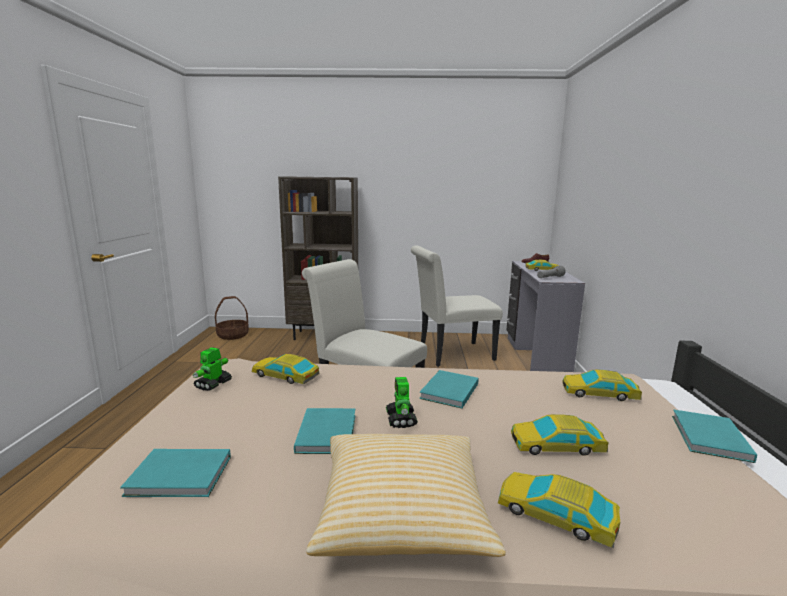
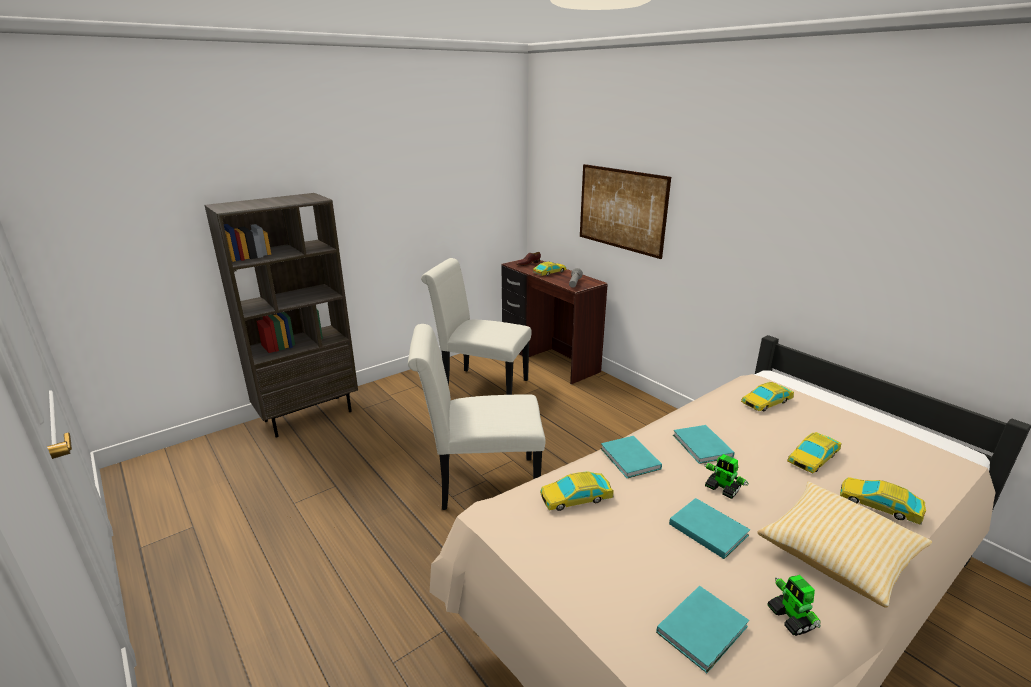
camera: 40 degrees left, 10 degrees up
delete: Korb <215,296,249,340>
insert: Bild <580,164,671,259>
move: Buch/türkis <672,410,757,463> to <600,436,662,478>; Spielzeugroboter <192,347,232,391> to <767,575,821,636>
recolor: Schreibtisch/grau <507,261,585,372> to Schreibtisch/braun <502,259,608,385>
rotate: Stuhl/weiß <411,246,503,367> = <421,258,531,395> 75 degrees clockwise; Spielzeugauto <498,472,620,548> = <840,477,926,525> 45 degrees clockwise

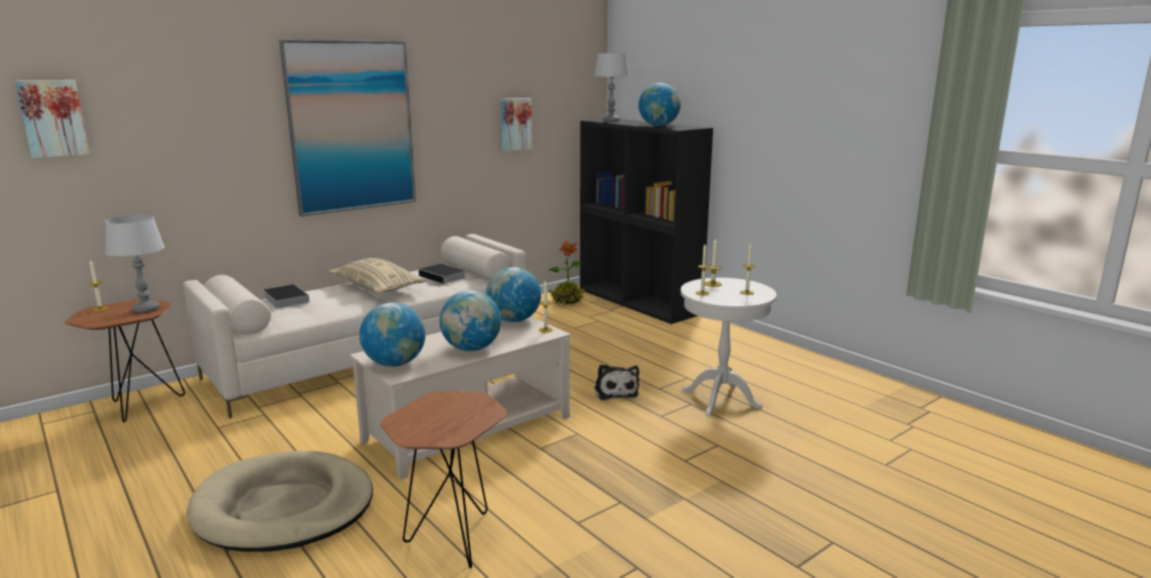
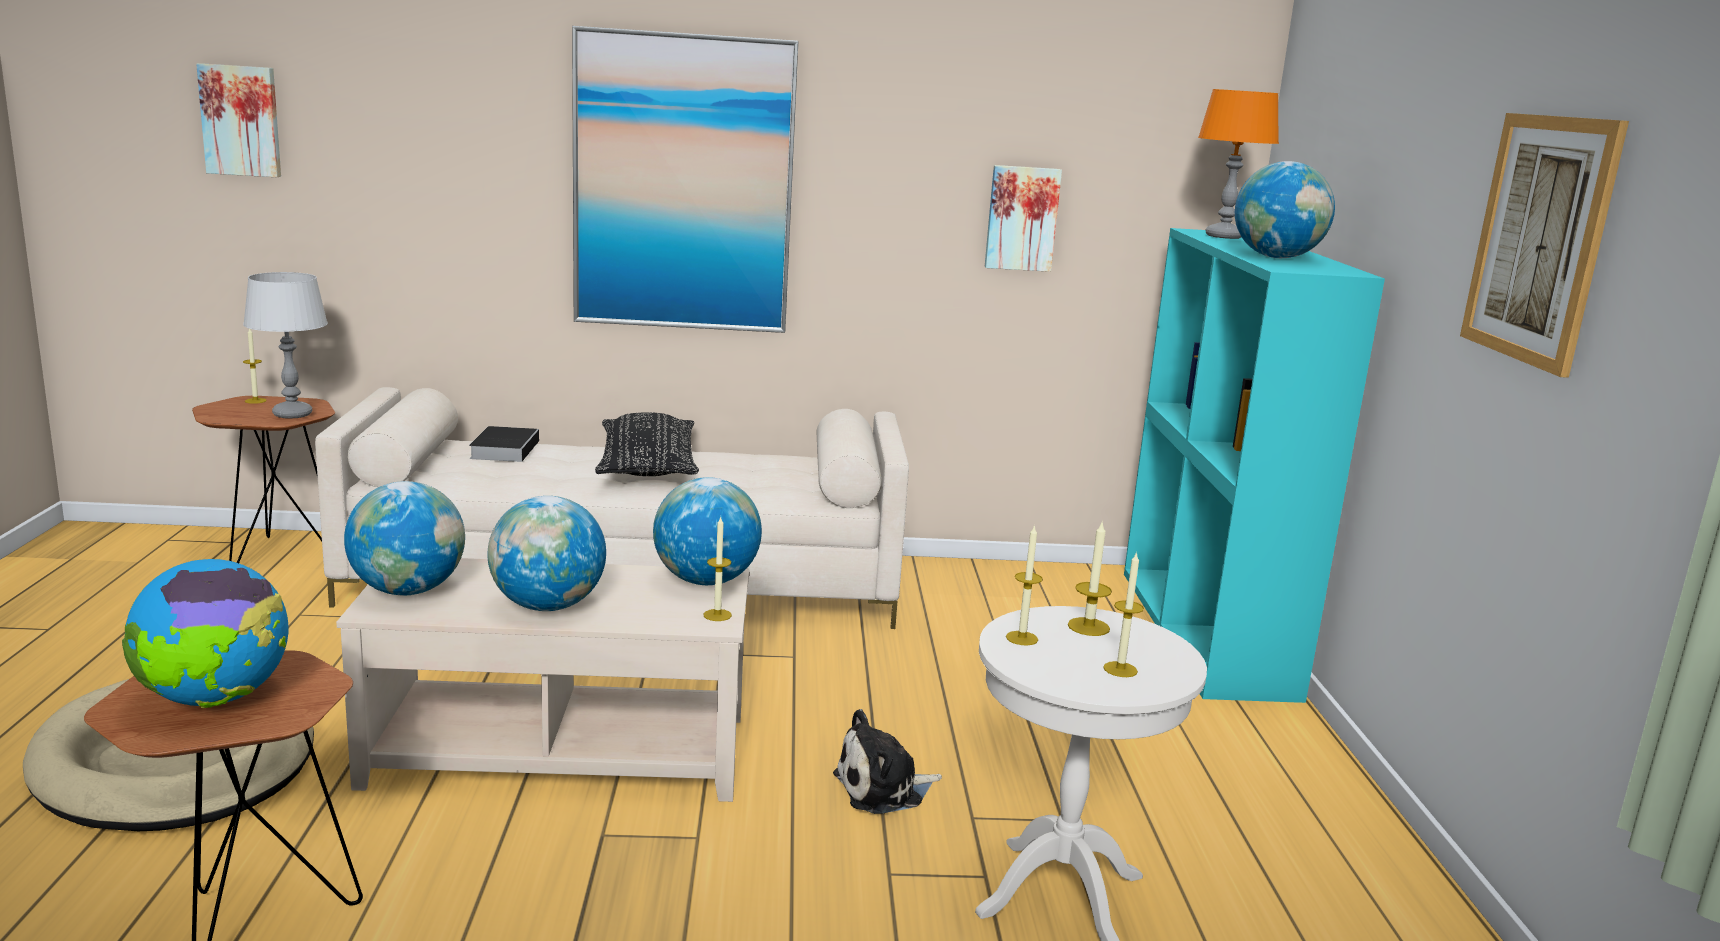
camera: 35 degrees right, 0 degrees up
delete: Buch <419,264,466,285>; Topfpflanze <549,240,585,306>
insert: Globus <122,559,288,708>; Bild <1460,113,1629,378>
recolor: Kissen/beige <328,258,427,294> to Kissen/schwarz <595,413,699,476>; Bücherregal/schwarz <580,119,713,324> to Bücherregal/türkis <1124,228,1385,703>; Tischlampe/grau <594,53,630,122> to Tischlampe/orange <1198,89,1279,239>
rotate: Plüschtier <595,364,639,400> = <833,709,942,814> 45 degrees clockwise

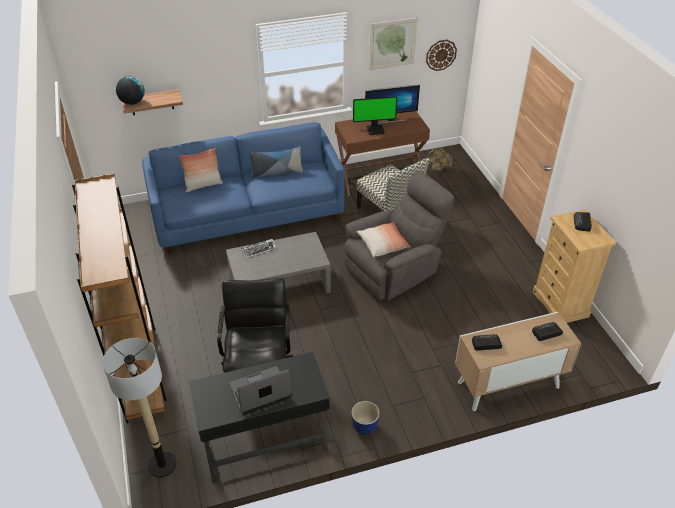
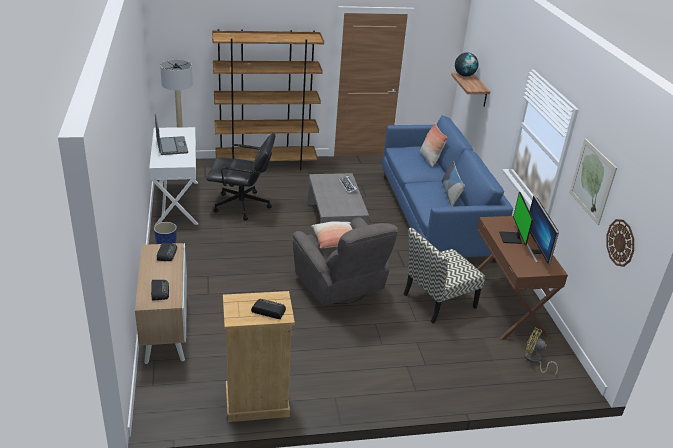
camera: 95 degrees right, 10 degrees down
recolor: Schreibtisch/schwarz <189,352,330,483> to Schreibtisch/weiß <149,127,198,225>

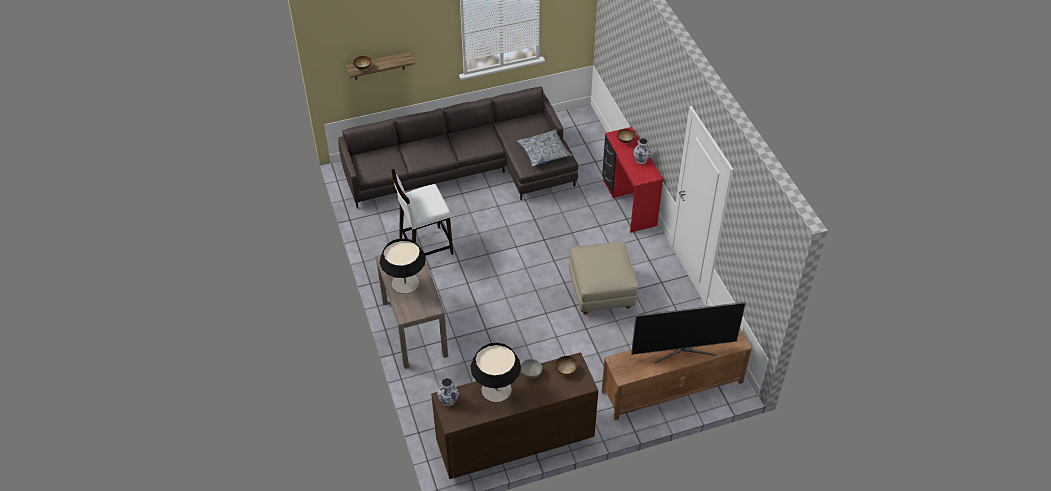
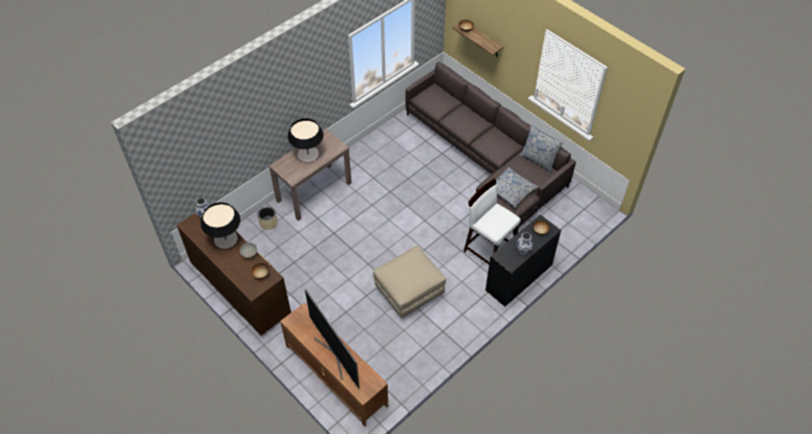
camera: 65 degrees right, 5 degrees up
insert: Pflanzkübel/beige <257,206,278,230>; Kissen <520,125,564,173>
move: Hocker/weiß <391,169,453,256> to <463,179,521,264>
recolor: Schreibtisch/rot <602,127,663,233> to Schreibtisch/schwarz <485,215,561,307>

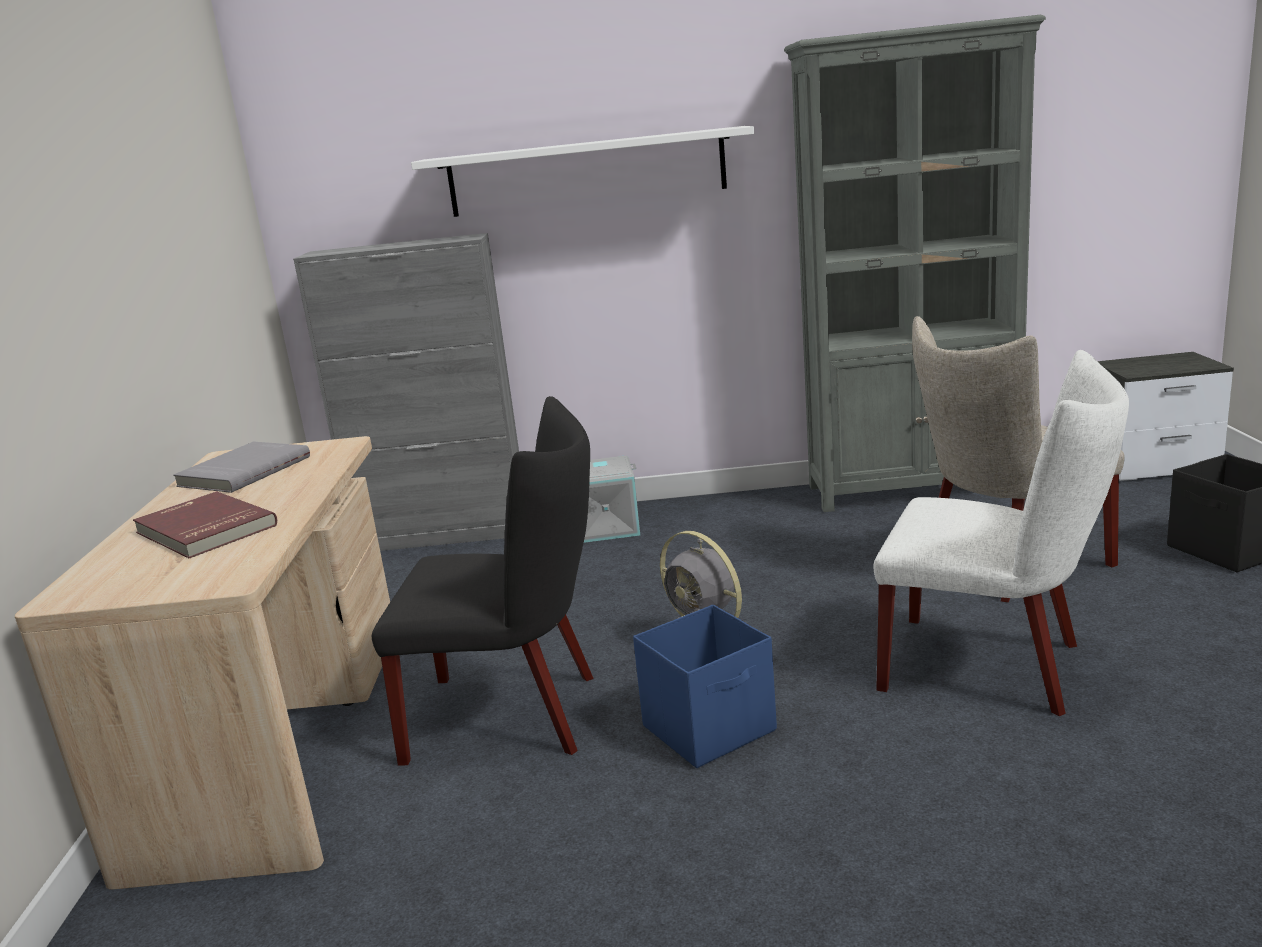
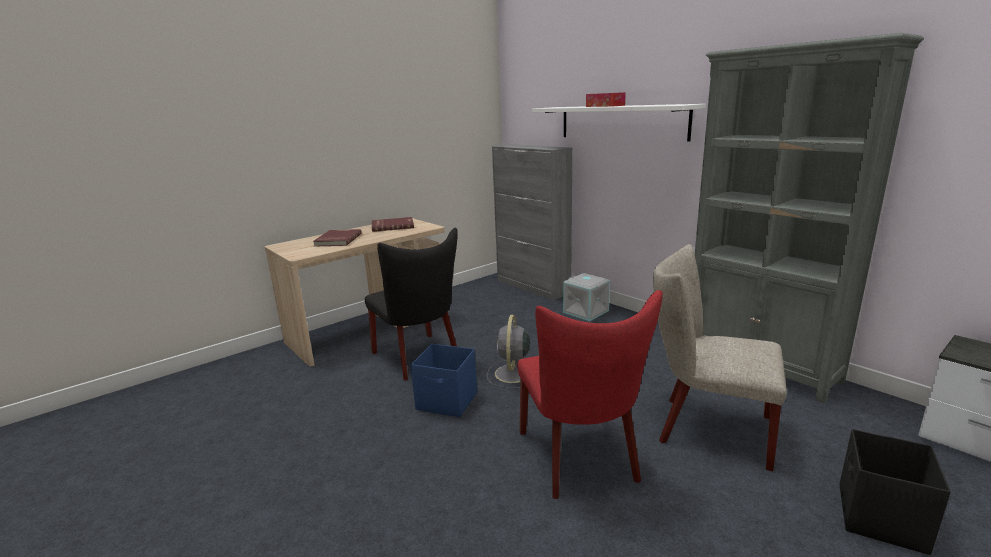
camera: 50 degrees right, 0 degrees up
insert: Taschentuchbox <586,92,626,107>
recolor: Buch/grau <173,442,310,493> to Buch/rot <372,217,414,232>; Stuhl/weiß <874,350,1129,716> to Stuhl/rot <517,290,663,499>

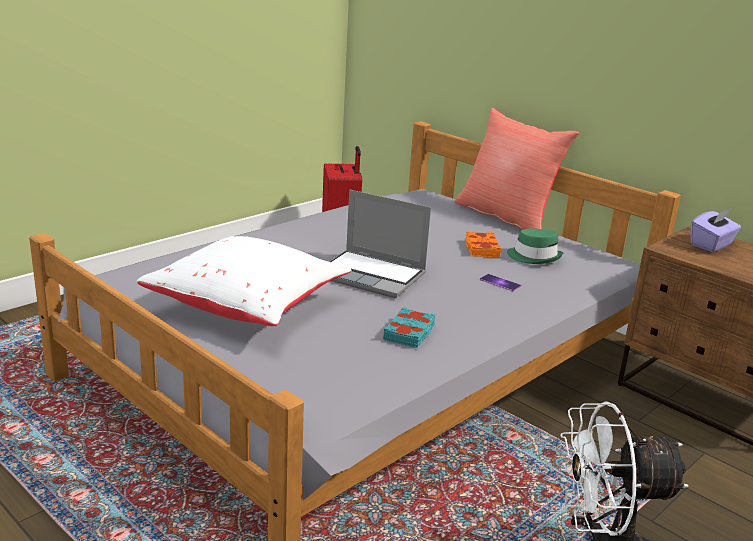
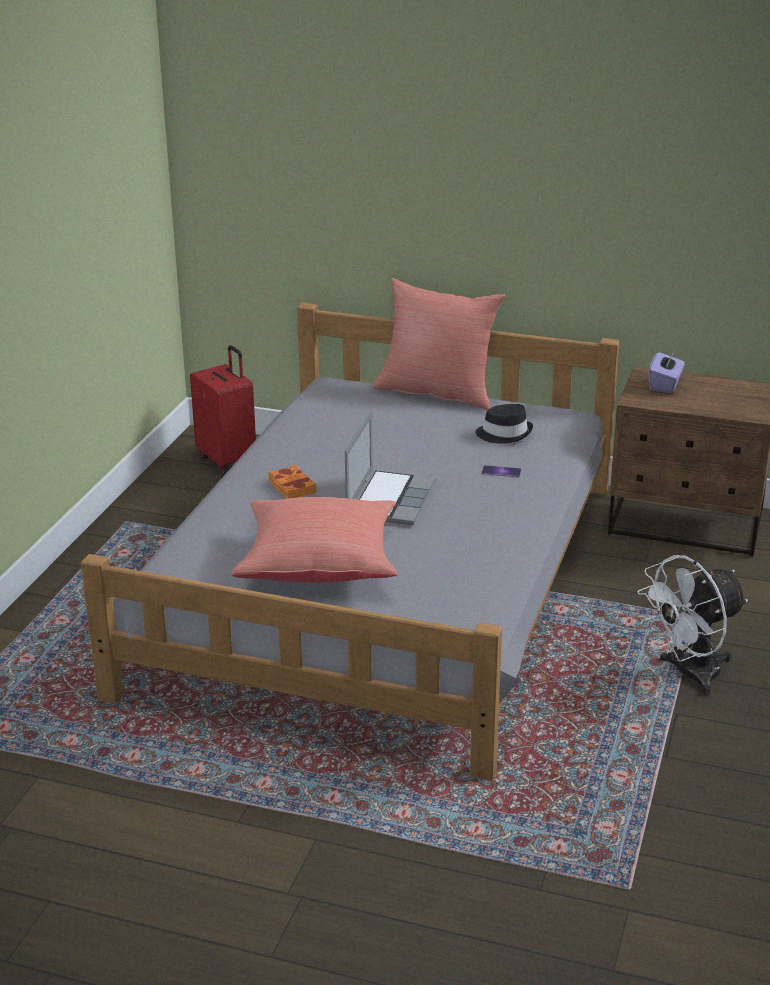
camera: 25 degrees left, 5 degrees up
delete: Buch/türkis <383,307,436,348>
move: Buch/orange <465,231,501,257> to <268,465,317,498>
recolor: Kissen/weiß <137,236,352,326> to Kissen/rot <231,497,398,582>; Hut/grün <507,228,563,264> to Hut/schwarz <475,404,533,443>
rotate: Laptop <329,190,431,298> = <345,411,436,525> 75 degrees counterclockwise

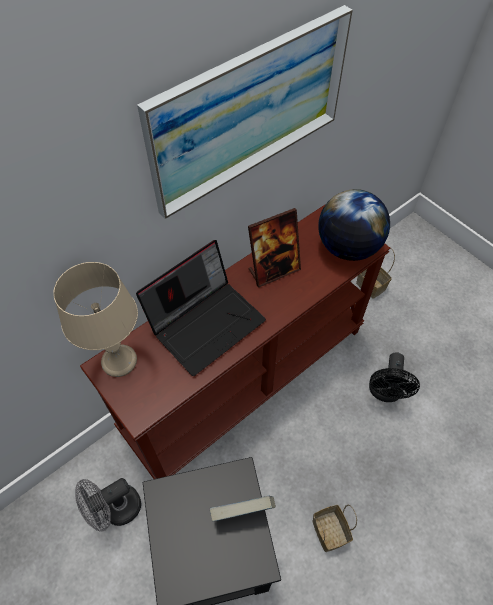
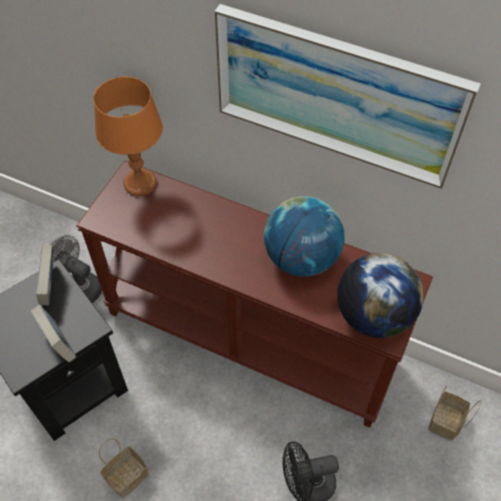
camera: 65 degrees right, 0 degrees up
delete: Laptop <136,240,266,376>
insert: Buch <36,245,54,306>
replace: Bilderrahmen <248,208,301,288> to Globus <264,196,345,277>
recolor: Tischlampe/beige <53,262,138,377> to Tischlampe/orange <94,77,163,196>

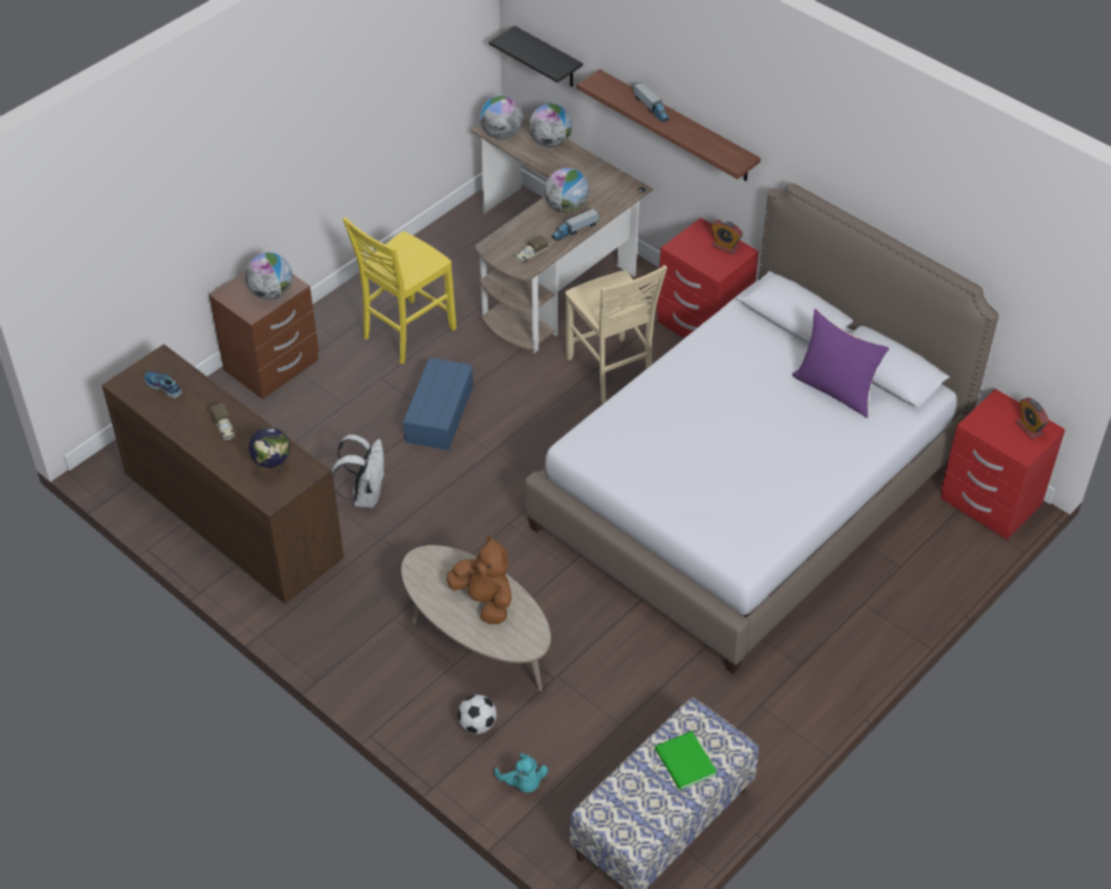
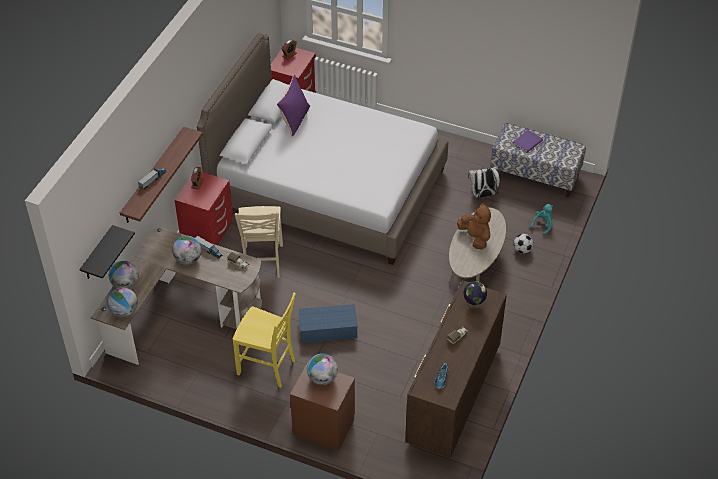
camera: 110 degrees left, 0 degrees up
move: Rucksack/weiß <332,434,384,508> to <468,167,500,199>
recolor: Buch/grün <655,731,717,790> to Buch/lila <513,130,543,152>
rotate: Stuhl/beige <565,265,667,404> = <235,206,283,278> 135 degrees clockwise; Plüschtier/braun <446,536,512,624> = <457,202,491,250> 120 degrees clockwise

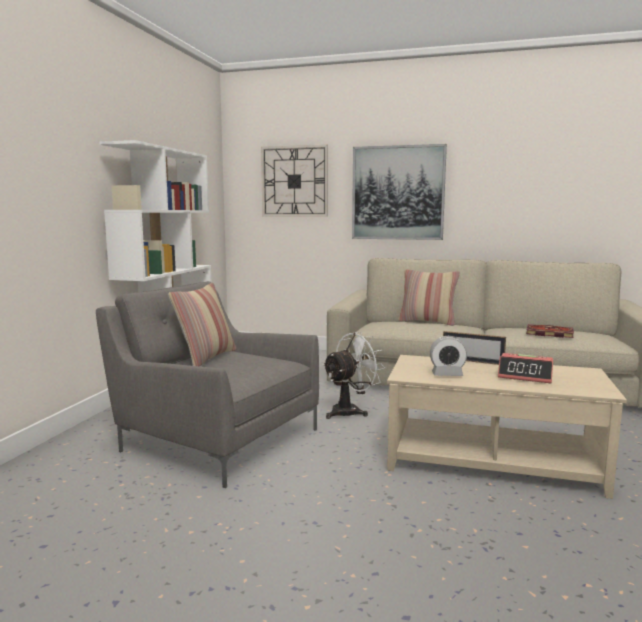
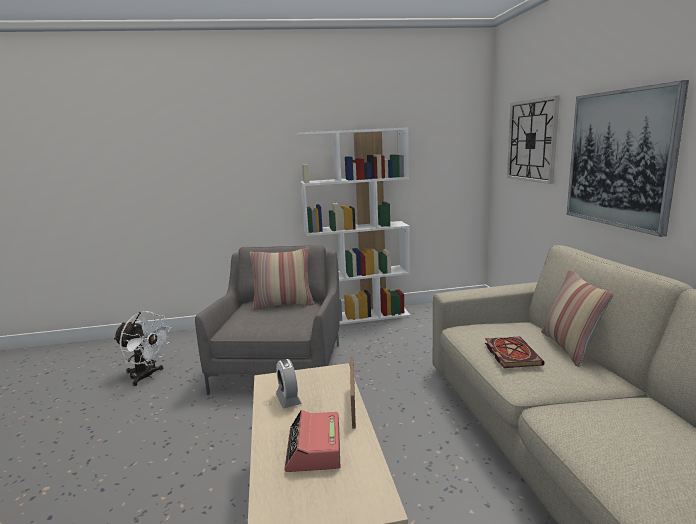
camera: 65 degrees right, 5 degrees up
move: Ventilator/weiß <323,332,385,419> to <113,311,171,386>; Buch <526,324,574,338> to <485,337,545,368>

